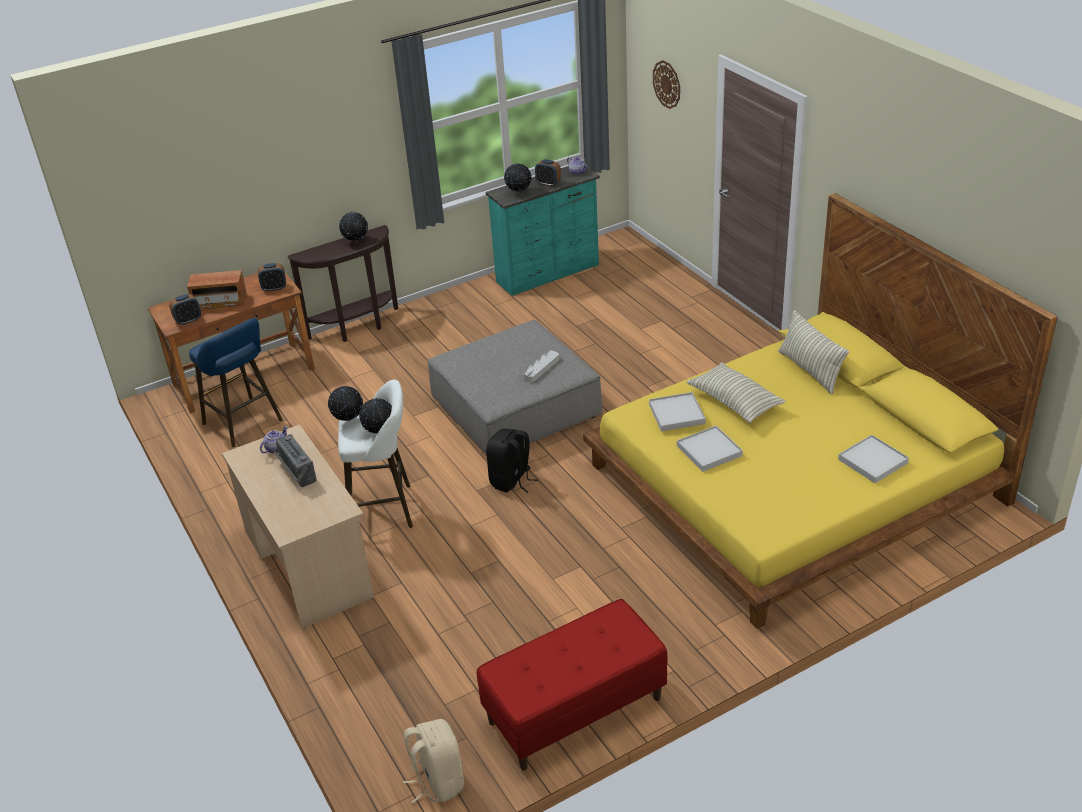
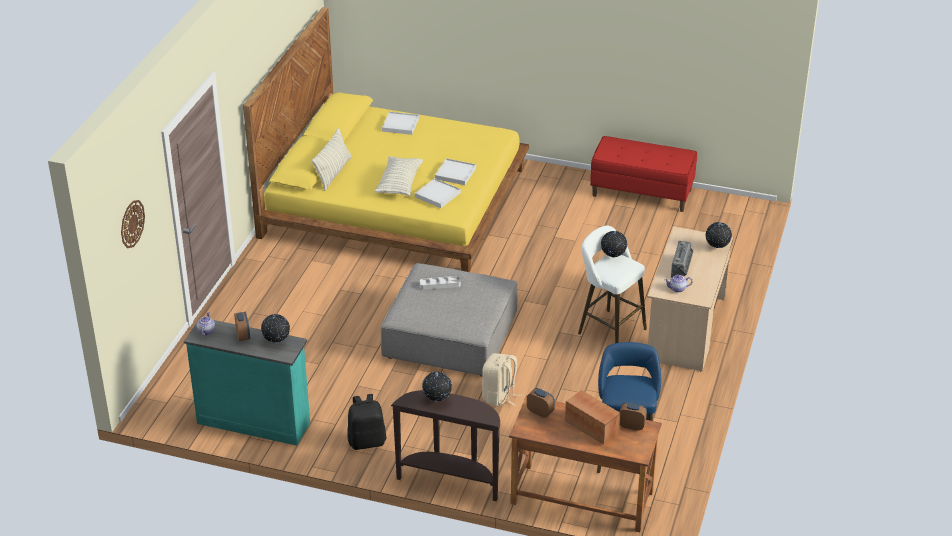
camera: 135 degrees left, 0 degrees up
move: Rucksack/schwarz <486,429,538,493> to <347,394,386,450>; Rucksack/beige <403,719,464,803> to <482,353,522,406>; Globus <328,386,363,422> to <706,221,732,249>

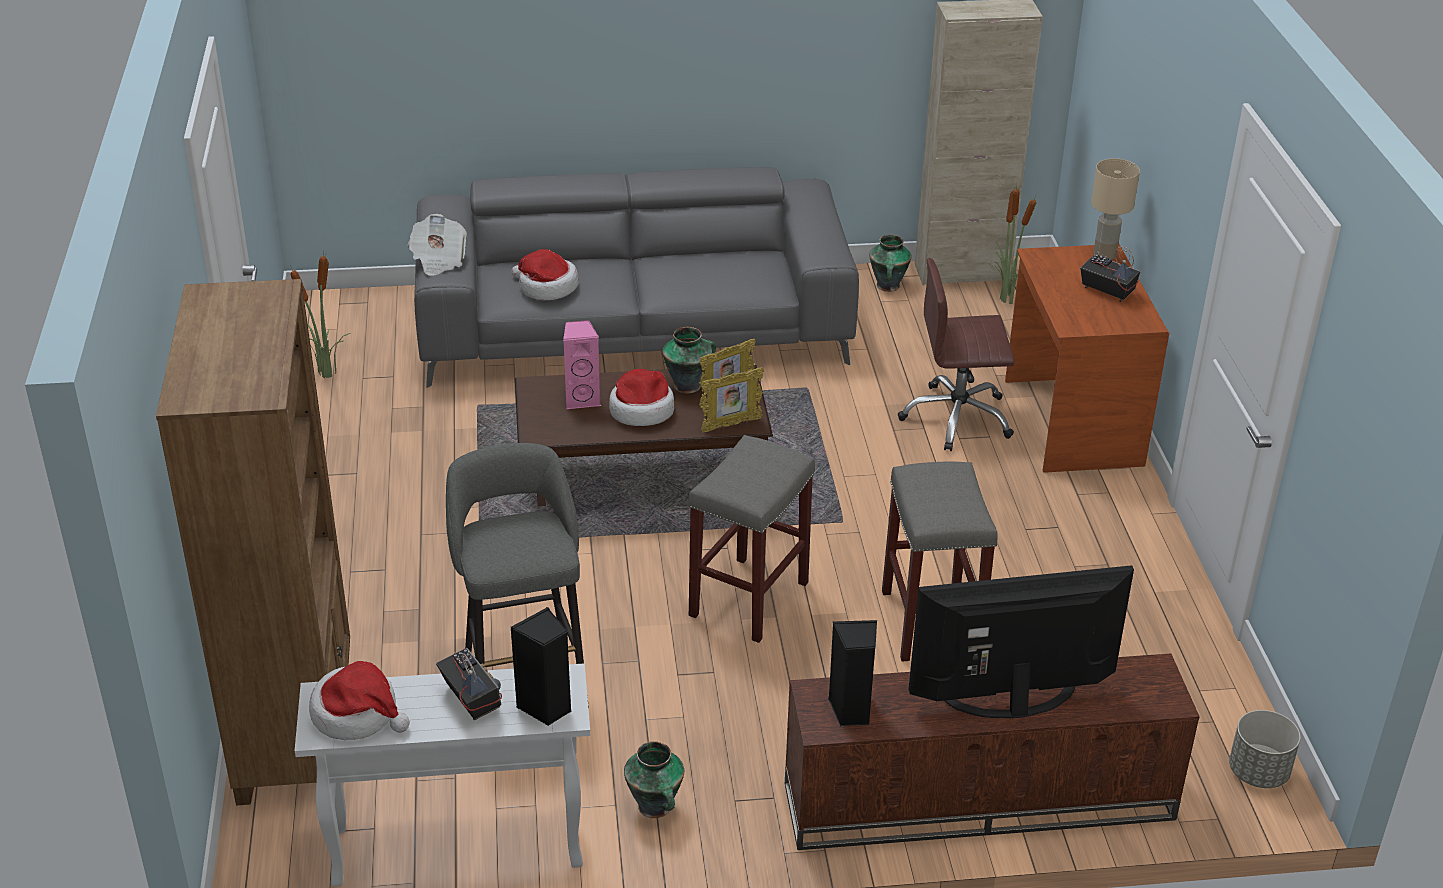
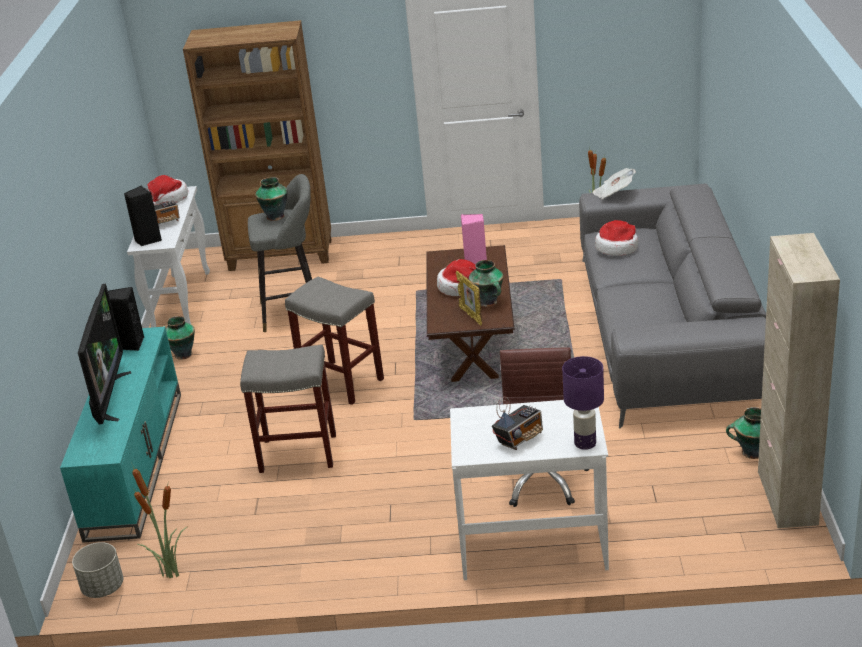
camera: 100 degrees right, 5 degrees down
delete: Bilderrahmen <701,367,764,432>
insert: Vase <255,177,288,221>
move: Topfpflanze <988,184,1036,304> to <132,464,187,578>
recolor: Fernsehschrank/braun <785,653,1200,850> to Fernsehschrank/türkis <60,326,181,542>; Schreibtisch/braun <1005,244,1169,473> to Schreibtisch/weiß <450,400,609,580>; Tischlampe/beige <1091,159,1140,260> to Tischlampe/lila <562,356,604,450>

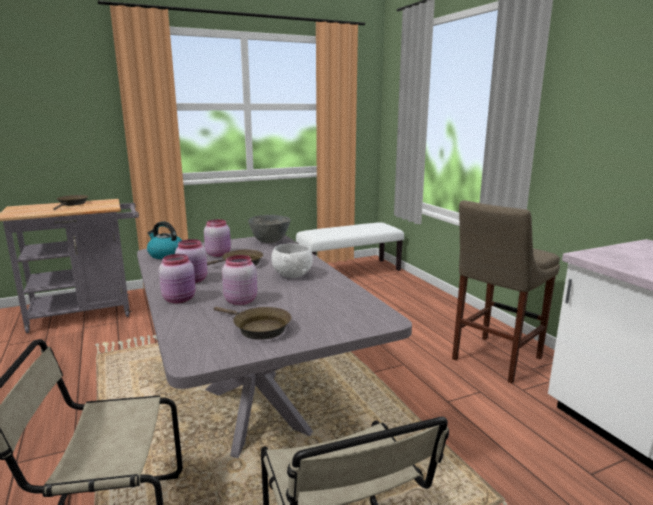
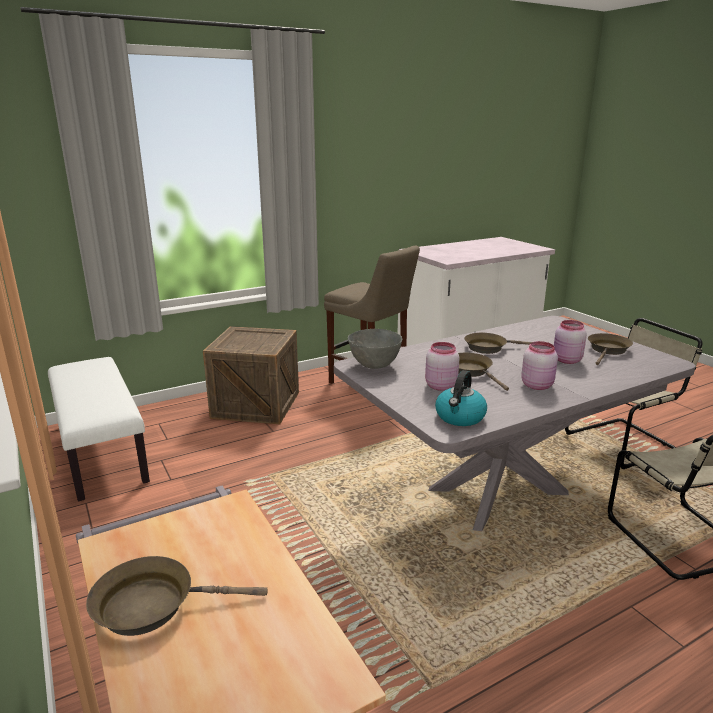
camera: 95 degrees left, 5 degrees up
delete: Vorratsglas/rosa <159,254,196,303>
insert: Kiste <203,326,299,424>
replace: Schüssel/weiß <271,244,313,278> to Pfanne/braun <464,333,532,354>

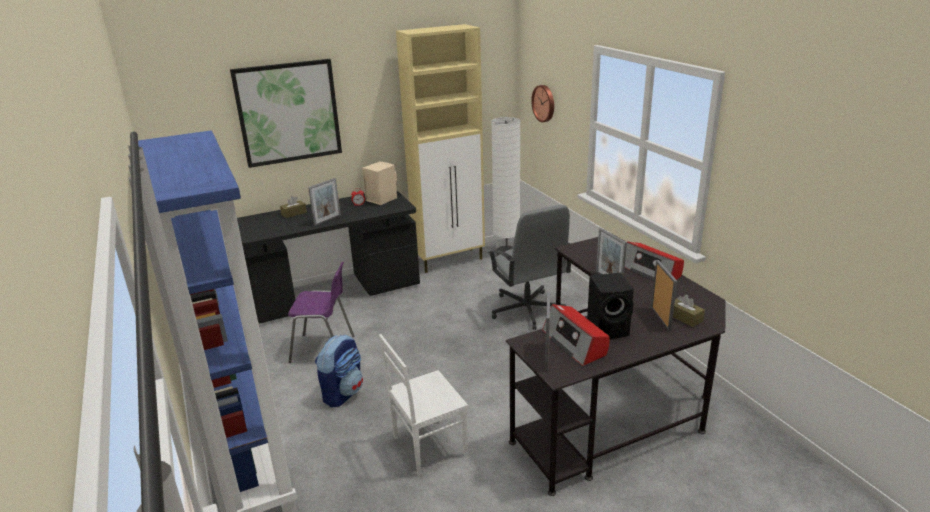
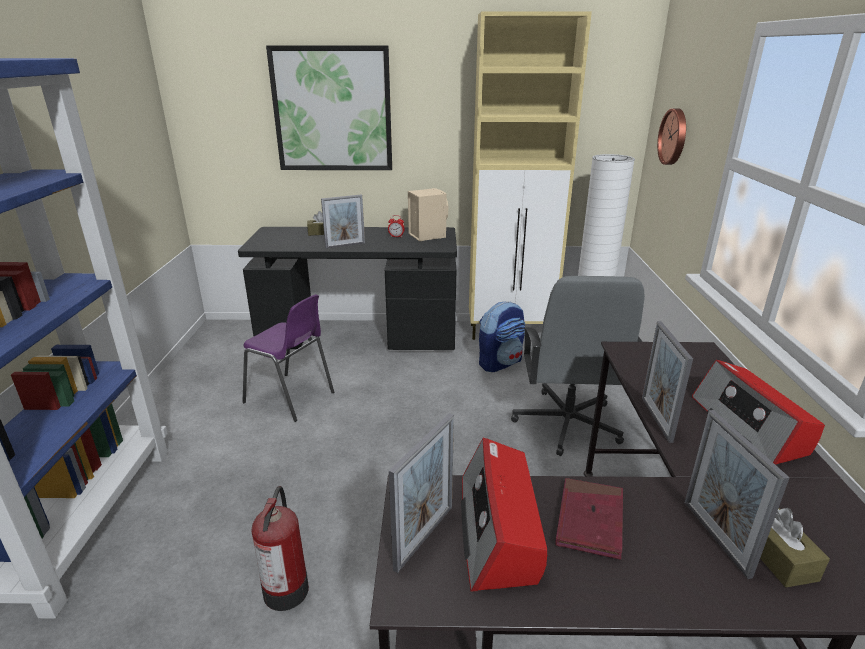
camera: 25 degrees right, 0 degrees up
move: Rucksack <315,334,363,408> to <479,301,526,372>
replace: Stuhl/weiß <379,334,468,476> to Feuerlöscher <251,486,309,611>; Lautsprecher/schwarz <587,272,634,339> to Buch/rot <555,478,623,560>
rotate: Bilderrahmen <651,260,677,331> = <684,410,790,579> 150 degrees clockwise

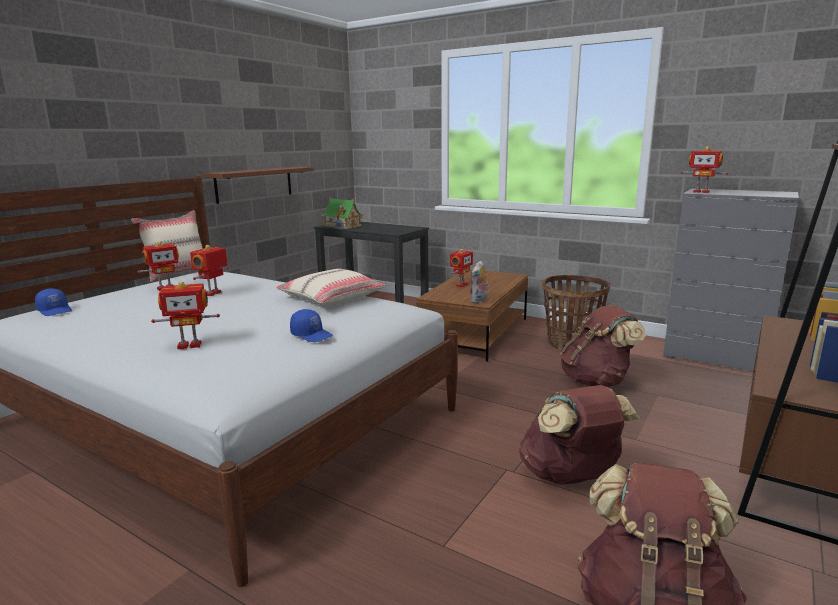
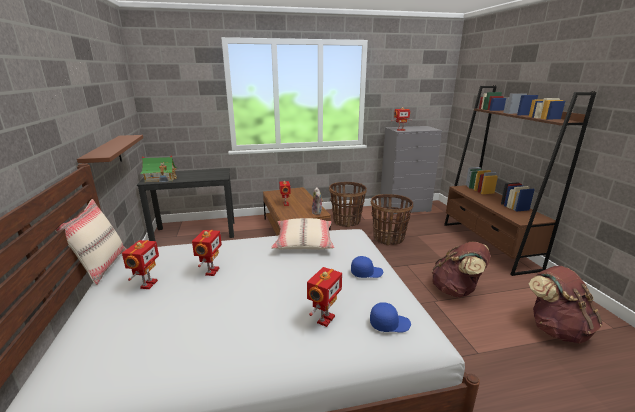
camera: 45 degrees left, 5 degrees up
move: Kappe/blau <35,288,72,316> to <370,302,411,332>
replace: Rucksack/braun <560,305,646,387> to Korb <371,194,413,245>
rotate: Spielzeugroboter <190,245,228,296> = <192,230,222,276> 150 degrees counterclockwise

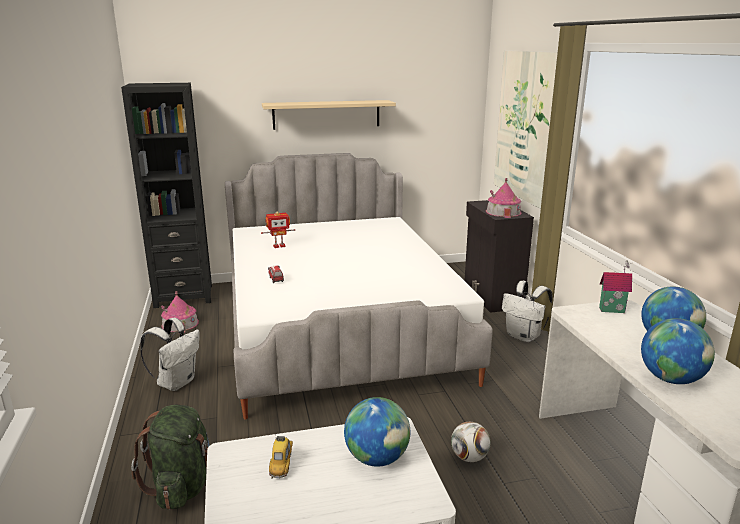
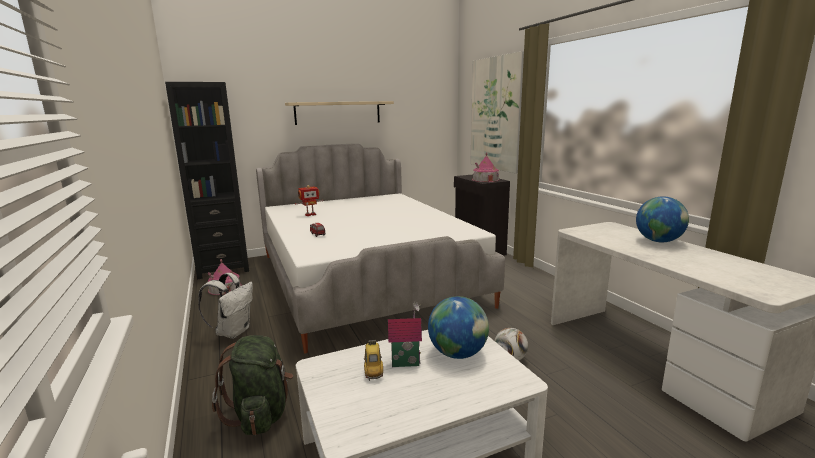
camera: 10 degrees left, 5 degrees down
delete: Rucksack/weiß <502,281,553,342>; Globus <641,318,715,384>
move: Spielzeughaus <599,260,633,313> to <388,301,422,367>

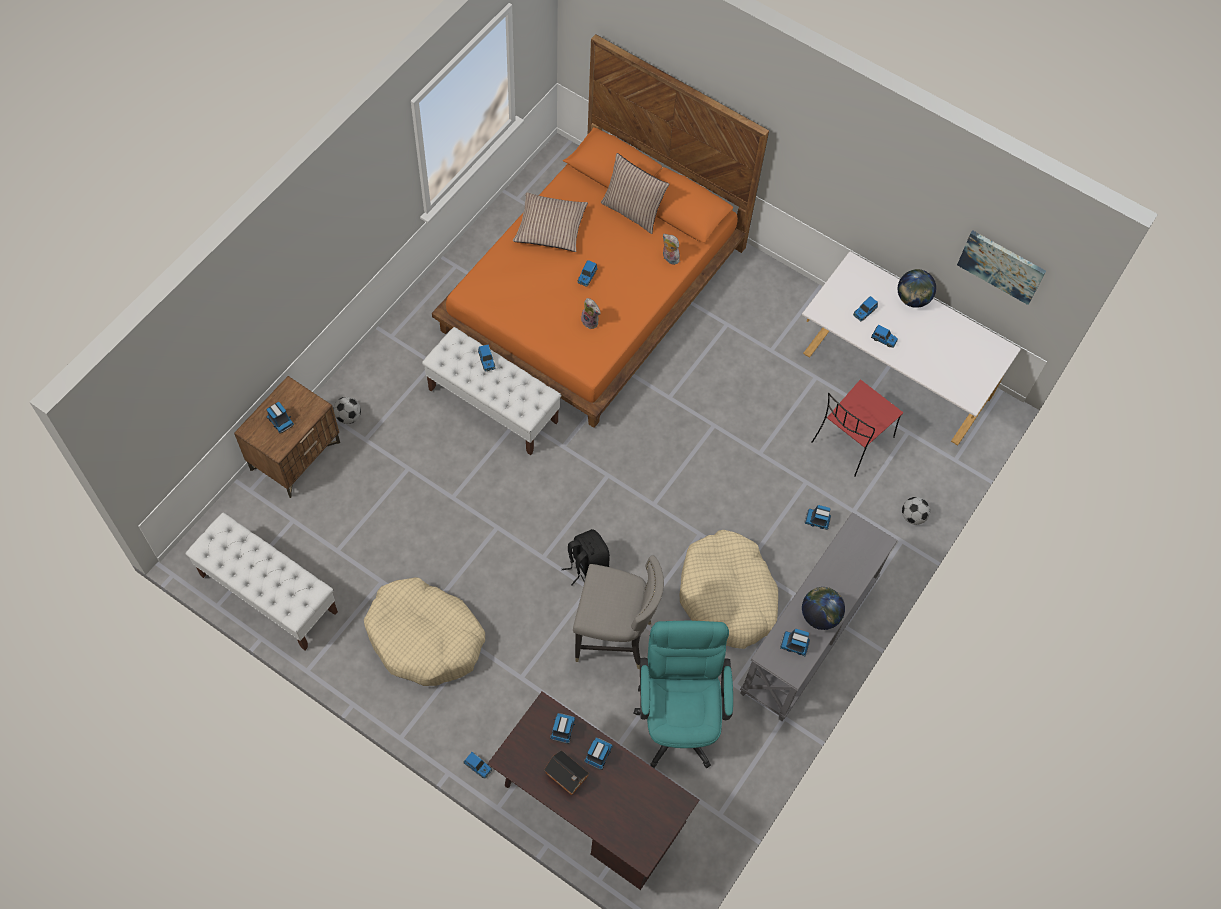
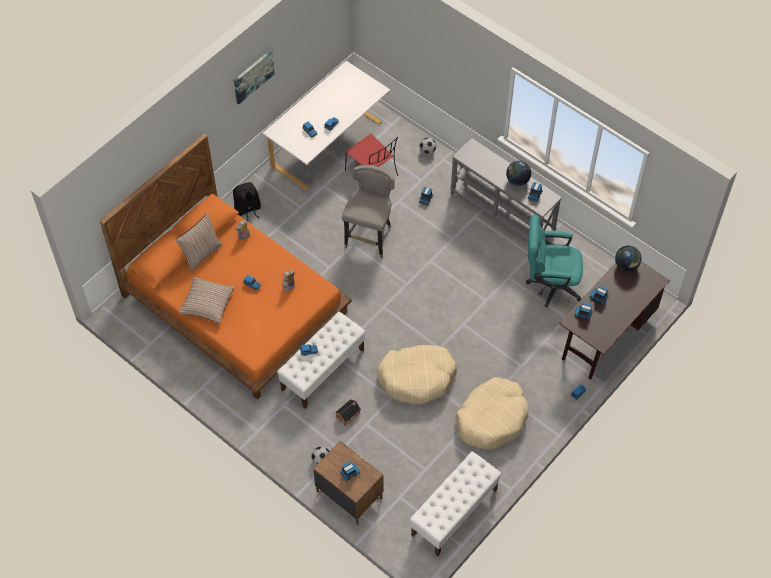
camera: 80 degrees left, 5 degrees down
move: Rucksack/schwarz <562,529,610,586> to <233,182,261,222>; Bild <957,230,1046,305> to <234,50,275,104>; Spielzeughaus <544,750,589,795> to <335,399,361,425>; Hocker/grau <573,555,664,670> to <342,165,395,258>; Hundebett/beige <680,530,778,649> to <377,345,457,404>; Globus <898,269,936,308> to <615,246,642,272>

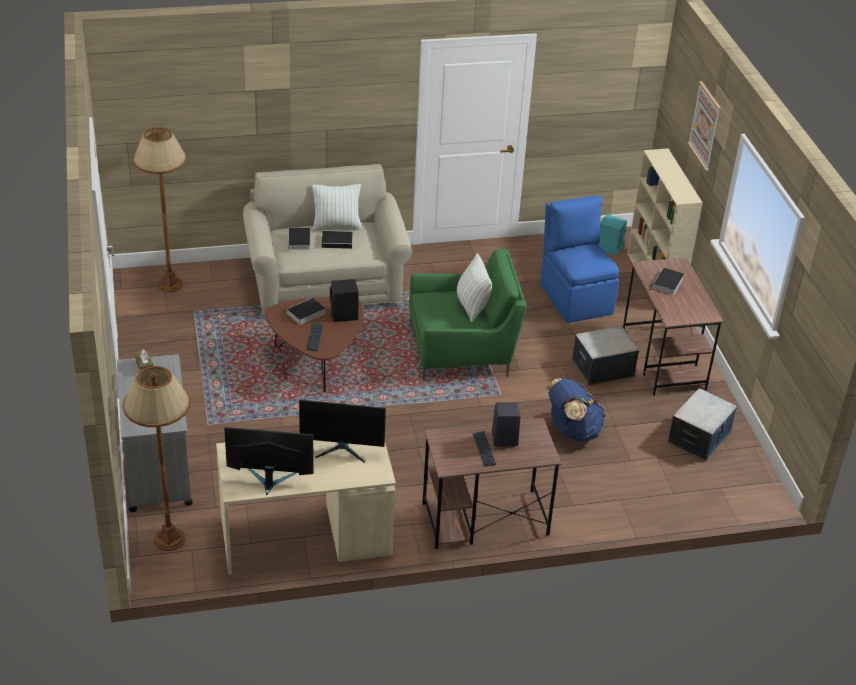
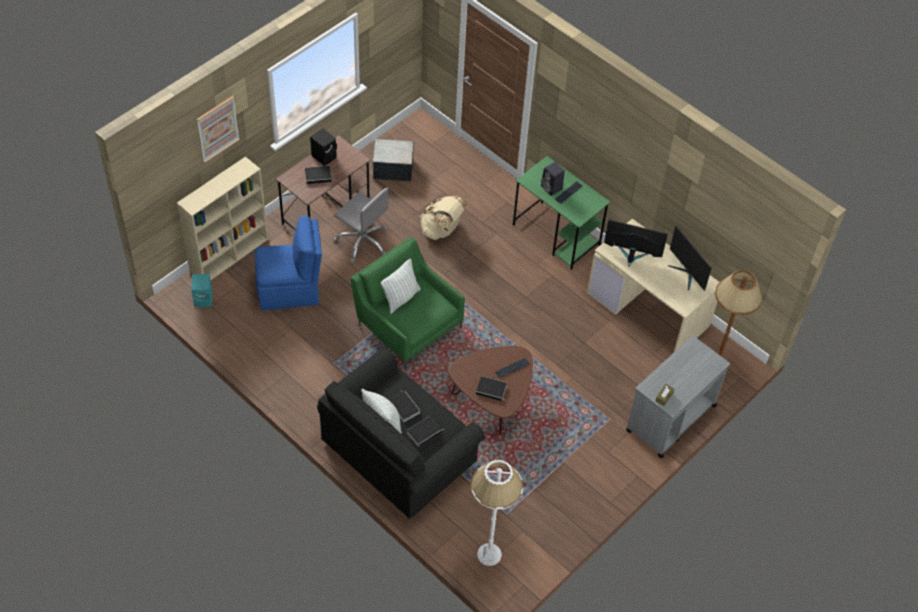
camera: 125 degrees left, 15 degrees up
move: Lautsprecher/schwarz <330,279,359,322> to <310,128,337,166>
replace: Aufbewahrungsbox <571,326,639,386> to Bürostuhl/grau <334,187,389,262>
recolor: Sofa/beige <243,164,412,315> to Sofa/schwarz <317,348,485,519>; Rucksack/blau <545,378,606,442> to Rucksack/beige <420,196,467,240>; Stehlampe/braun <133,127,187,292> to Stehlampe/weiß <471,460,523,566>; Schreibtisch/braun <422,418,562,549> to Schreibtisch/grün <513,156,610,270>
rotate: Stuhl/blau <540,195,619,323> = <255,216,322,311> 135 degrees counterclockwise; Monitor <299,400,386,463> = <604,219,668,267> 45 degrees counterclockwise

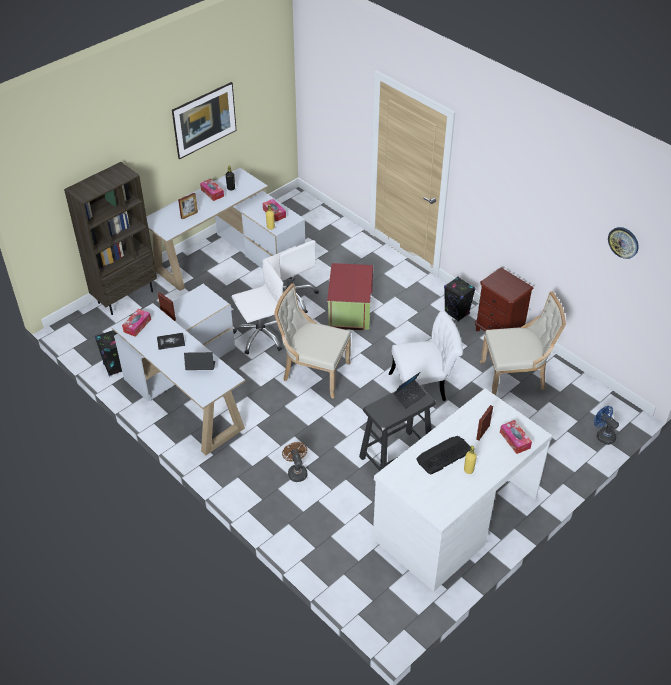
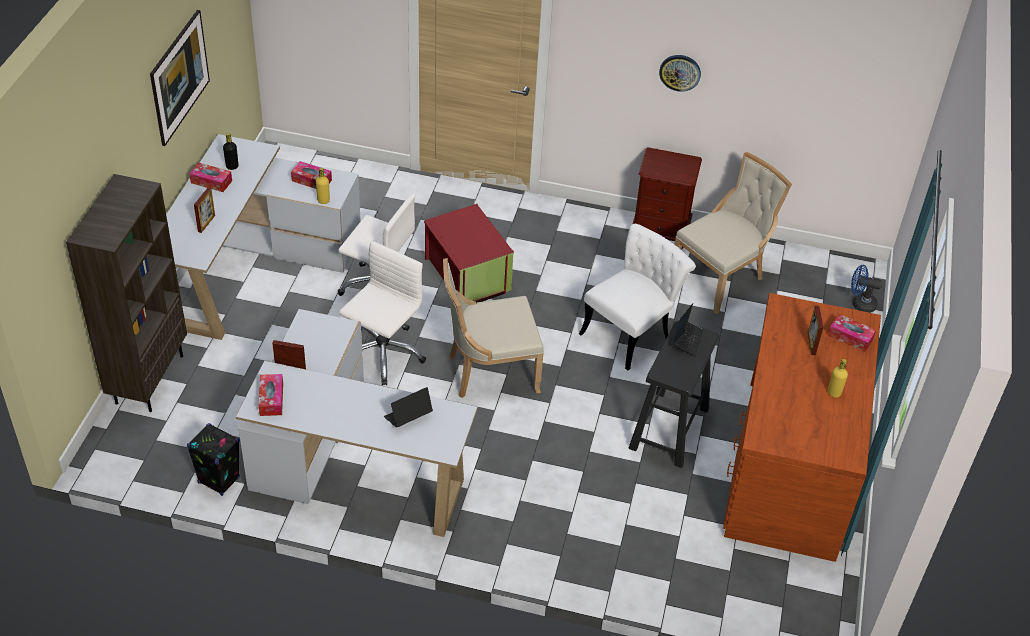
camera: 35 degrees left, 0 degrees up
delete: Buch <157,333,185,350>; Ventilator/braun <282,442,307,482>; Tastatur <416,436,471,474>; Lautsprecher/schwarz <444,277,476,322>
move: Wanduhr <608,227,639,259> to <659,55,701,92>
recolor: Schreibtisch/weiß <373,388,552,591> to Schreibtisch/braun <723,293,881,562>

